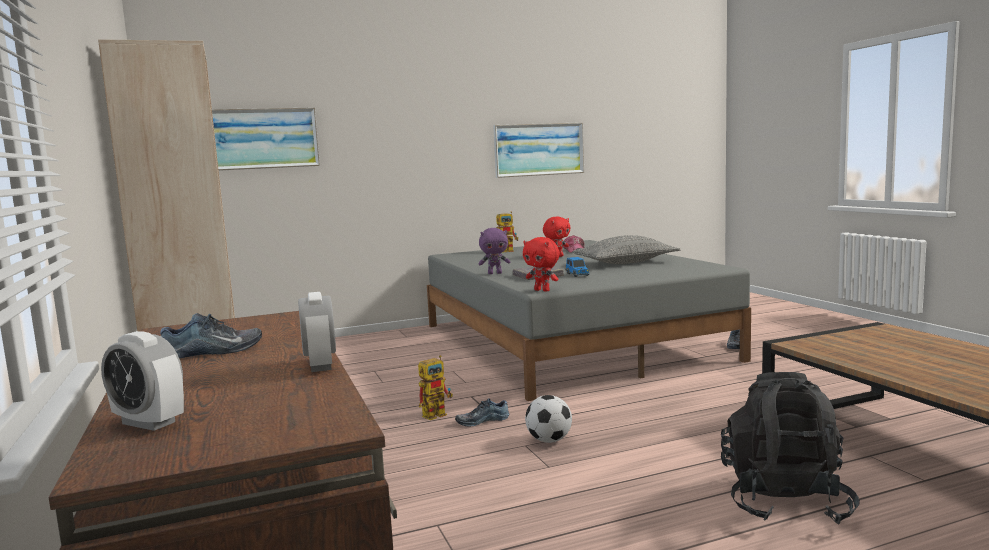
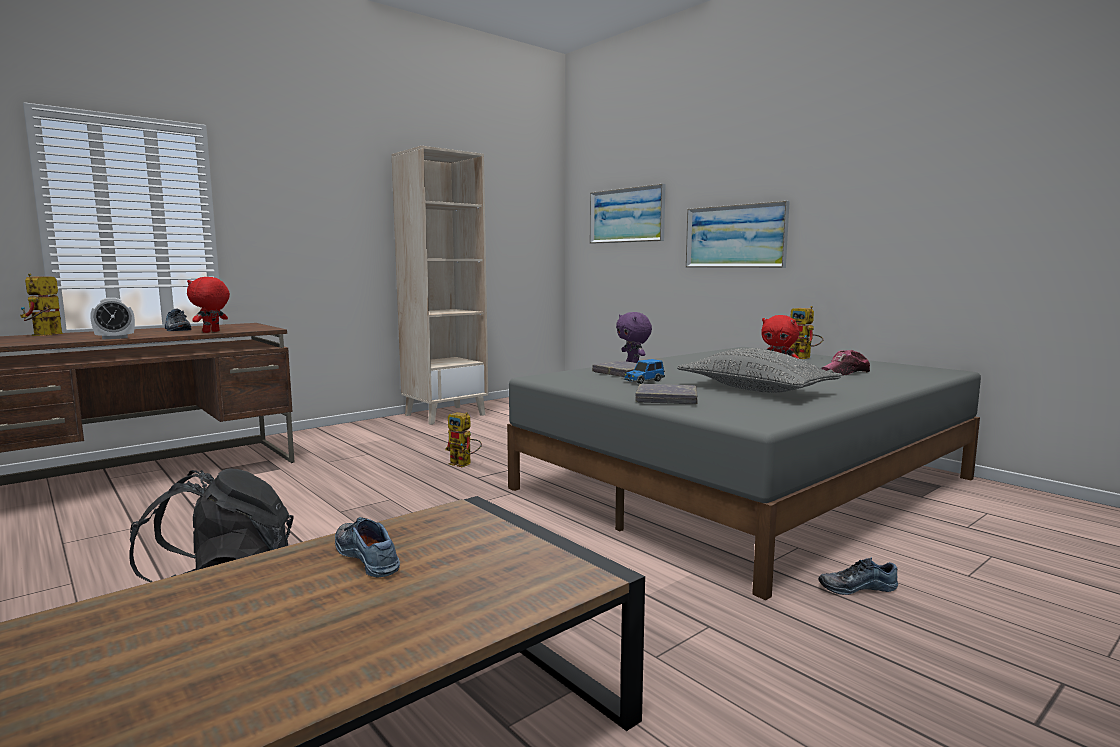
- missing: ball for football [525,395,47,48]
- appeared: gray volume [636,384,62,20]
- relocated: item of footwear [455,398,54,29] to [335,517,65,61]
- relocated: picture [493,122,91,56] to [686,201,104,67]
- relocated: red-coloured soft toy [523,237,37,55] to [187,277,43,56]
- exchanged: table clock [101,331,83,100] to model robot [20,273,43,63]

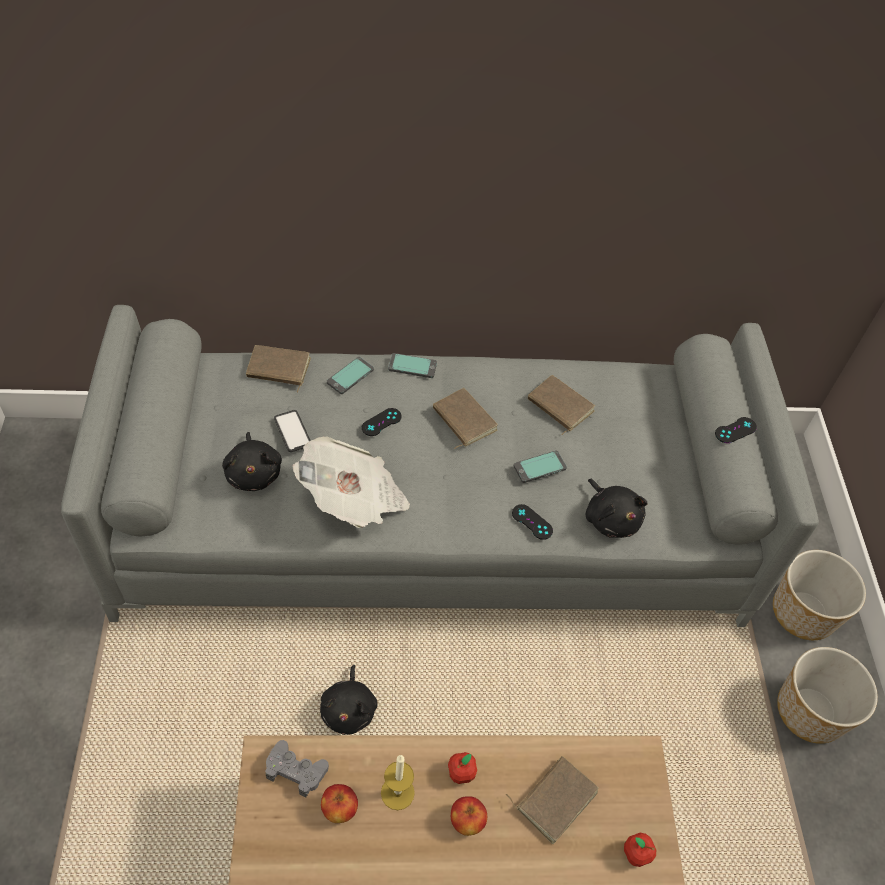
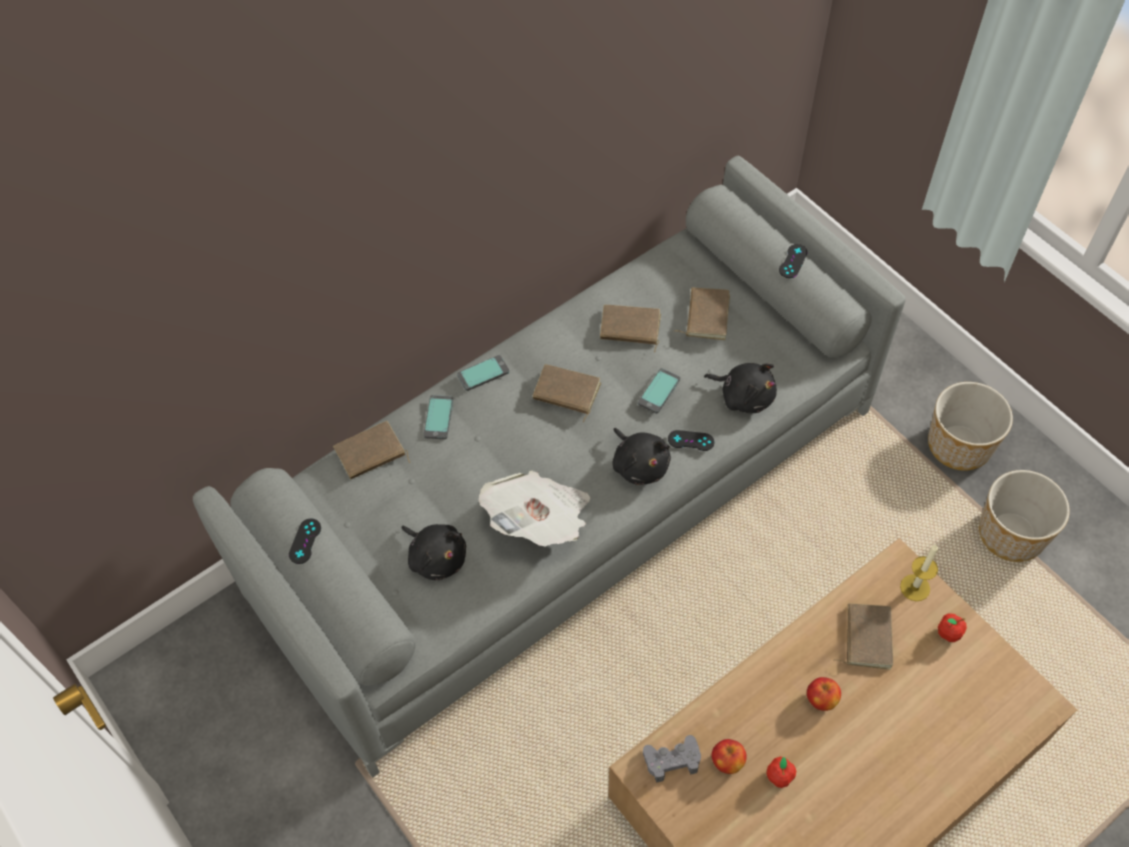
- missing: telephone [274,410,37,42]
- appeared: brownish volume [674,287,56,53]
- relocated: black-coloured soft toy [320,665,57,70] to [612,428,59,57]
- relocated: black-coloured gamepad [362,408,40,28] to [289,518,32,46]
- relocated: candle [381,755,34,55] to [900,544,38,57]
- relocated: apple fruit [448,752,29,32] to [766,757,30,31]
- relocated: planter [773,550,93,90] to [979,470,91,92]

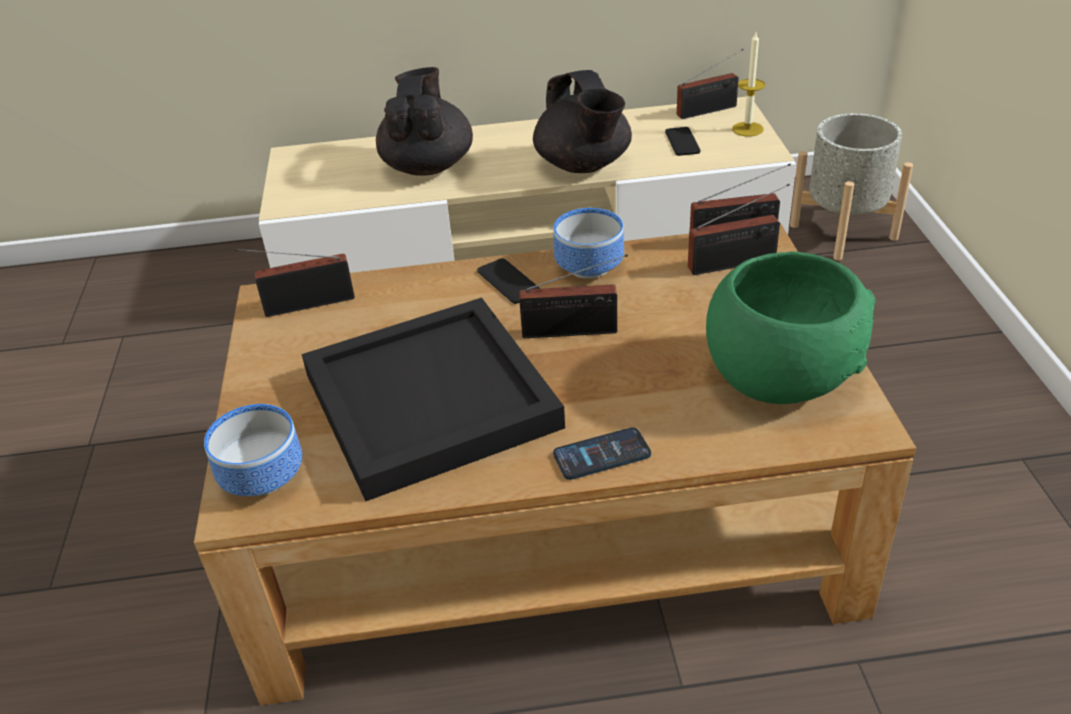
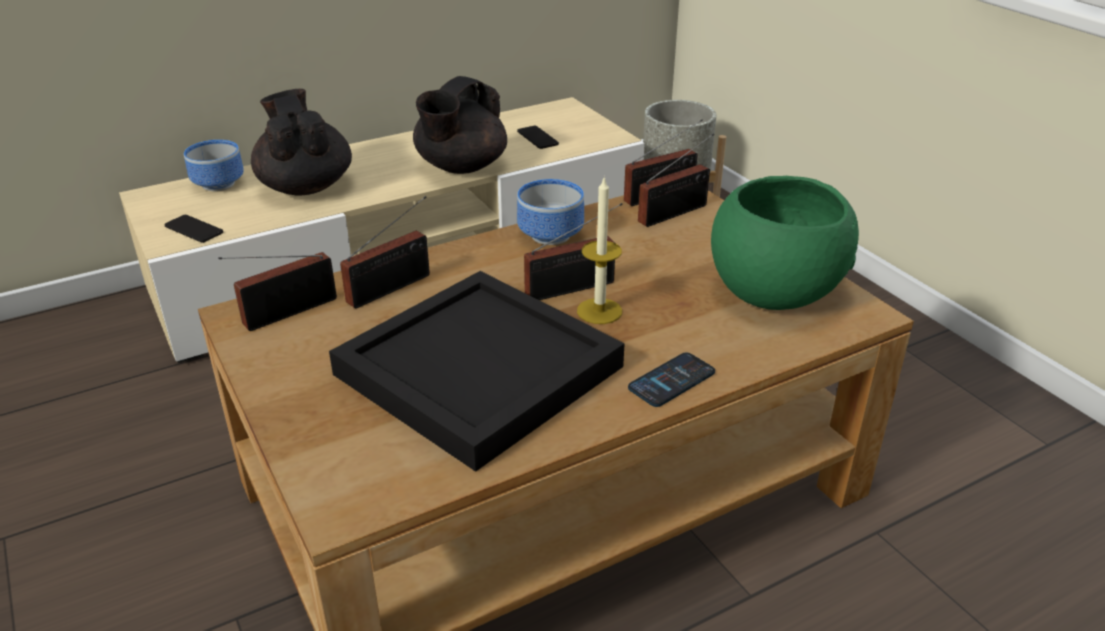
- relocated: deep dish [204,404,98,92] to [184,140,60,51]
- relocated: telephone [477,258,63,46] to [165,215,58,28]
- relocated: radio receiver [677,49,67,70] to [340,196,90,113]
- relocated: candle [732,32,33,105] to [577,176,45,148]
- spun: black-coloured teapot [533,70,99,103] = [413,76,94,98] 75 degrees clockwise

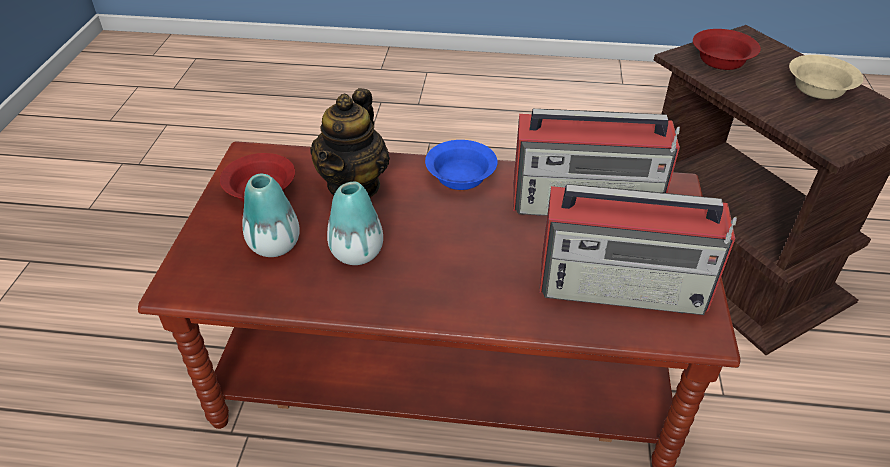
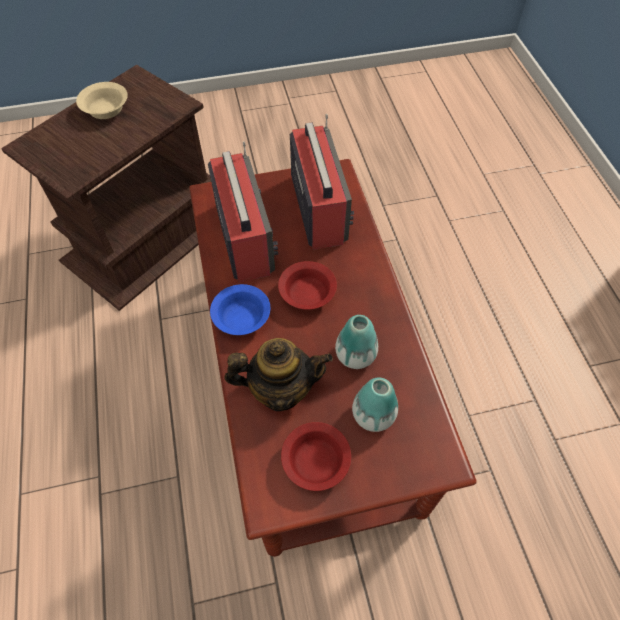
- relocated: red-coloured deep dish [693,29,68,41] to [278,261,59,49]

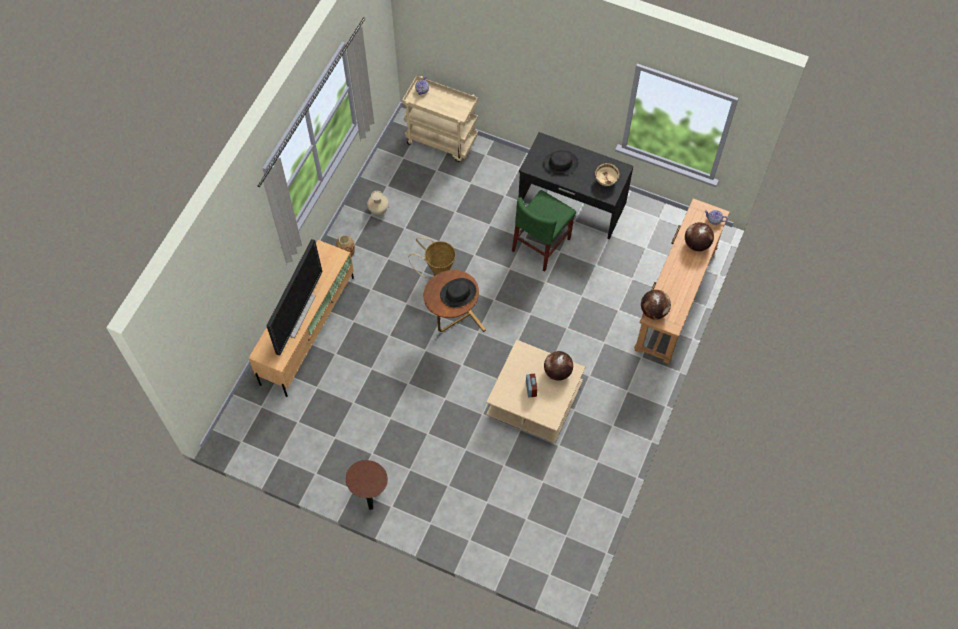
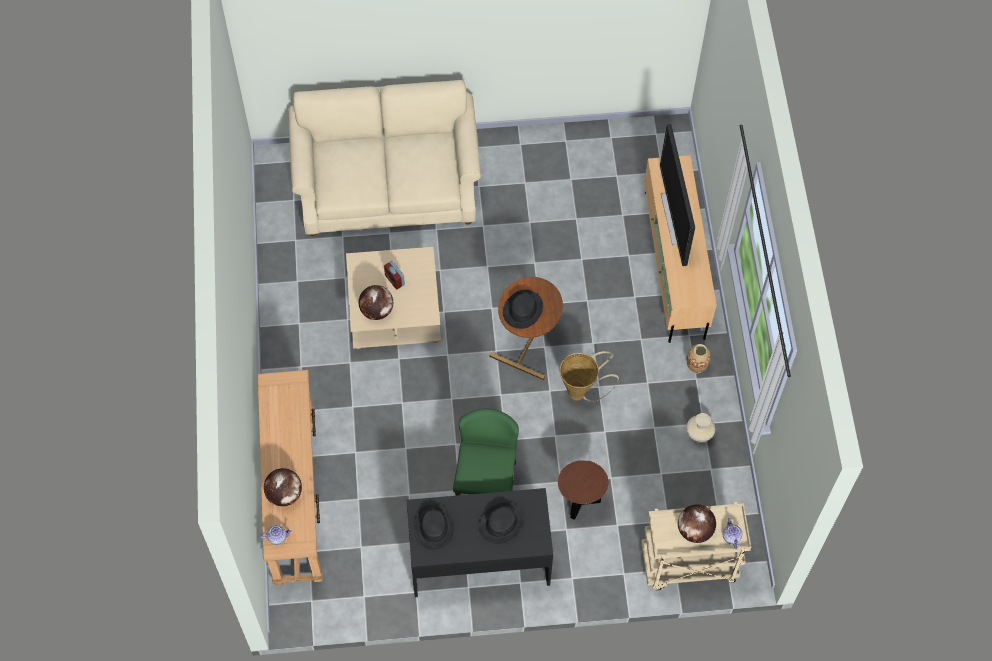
- appeared: beige-coloured settee [288,80,193,156]
- relocated: brownish side table [346,460,42,50] to [558,460,51,60]
- relocated: desk globe [641,290,30,29] to [678,504,38,39]
- exchanged: beige-coloured deep dish [595,163,24,23] to black-coloured wearable hat [414,504,40,46]

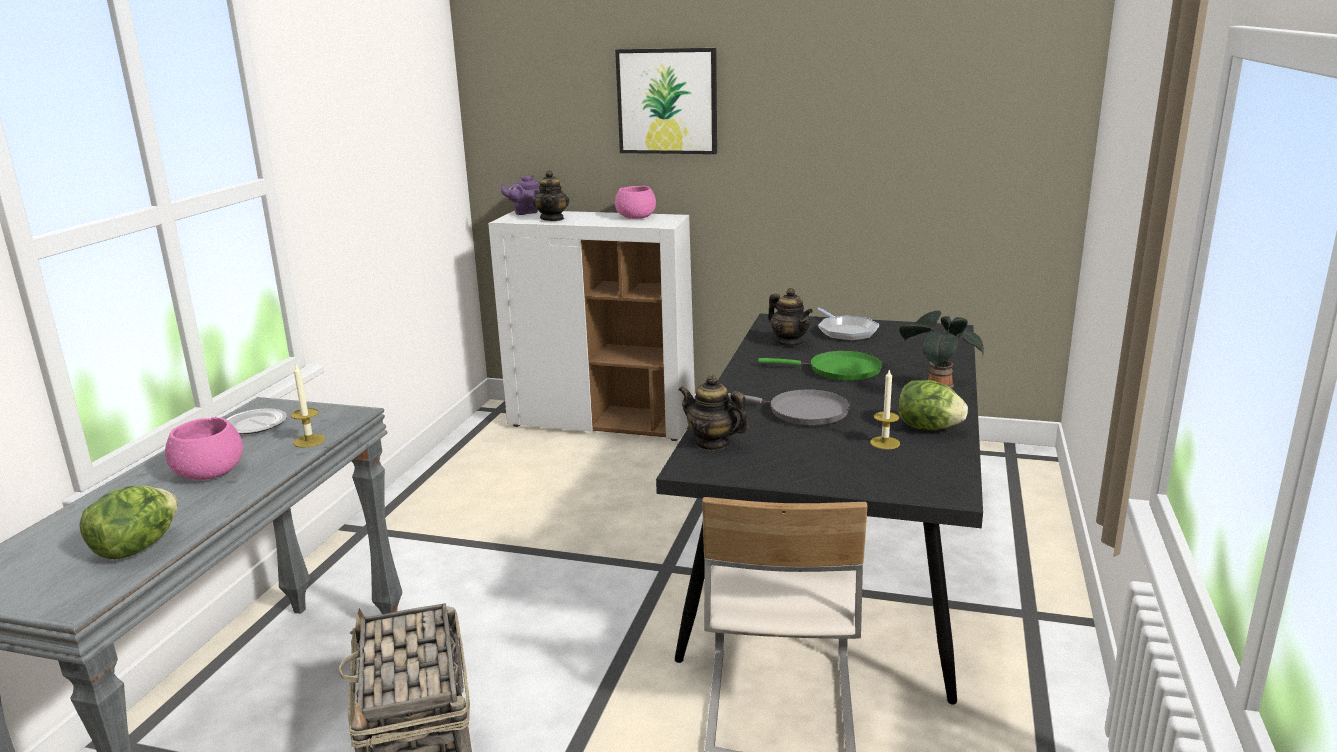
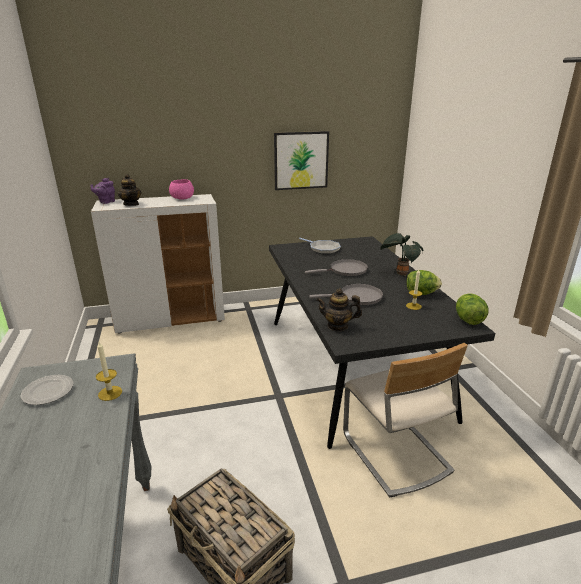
- missing: pinkish deep dish [165,417,78,63]
- missing: teapot [768,288,45,58]
- relocated: lettuce head [79,485,99,74] to [456,293,32,32]
- relocated: picture [615,48,102,106] to [274,131,55,59]
- colour: green-coloured frying pan [758,351,125,30] to gray frying pan [305,259,63,17]

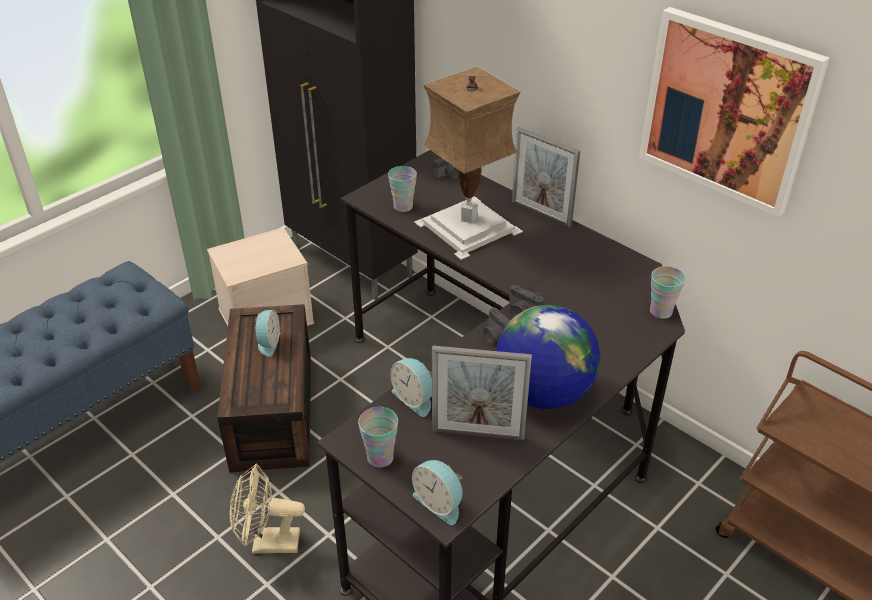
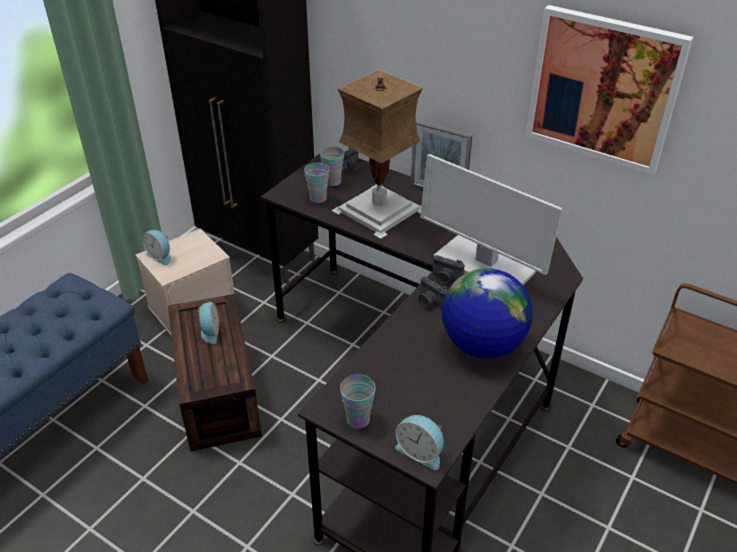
- missing: beige-coloured cooling fan [230,464,75,90]
- missing: photo frame [432,346,100,94]
- appeared: monitor [420,154,143,131]
- relocated: table clock [390,358,42,59] to [142,230,29,35]
- relocated: cup [650,266,35,53] to [320,147,24,39]

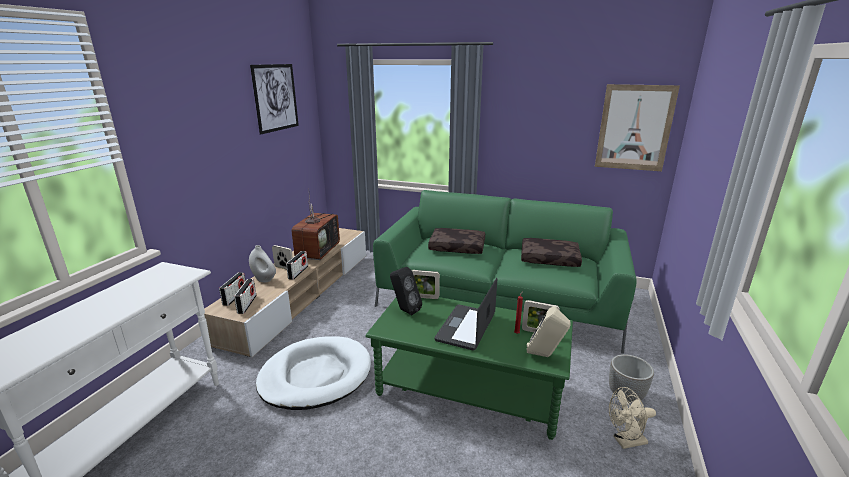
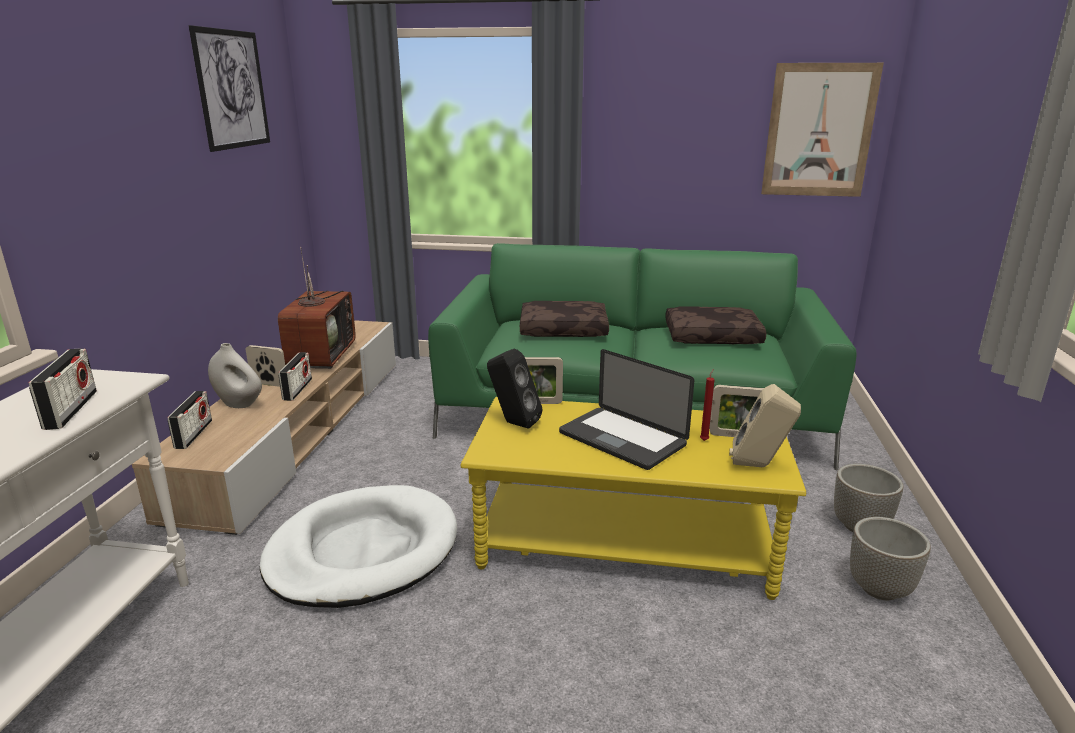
- relocated: radio receiver [234,279,23,35] to [29,348,68,82]
- exchanged: beige-coloured cooling fan [609,387,47,62] to planter [850,517,81,83]
- colour: green-coloured lounge table [365,297,208,143] to yellow-coloured lounge table [461,397,345,203]
- spun: portable computer [434,278,63,73] = [559,349,135,121] 60 degrees counterclockwise

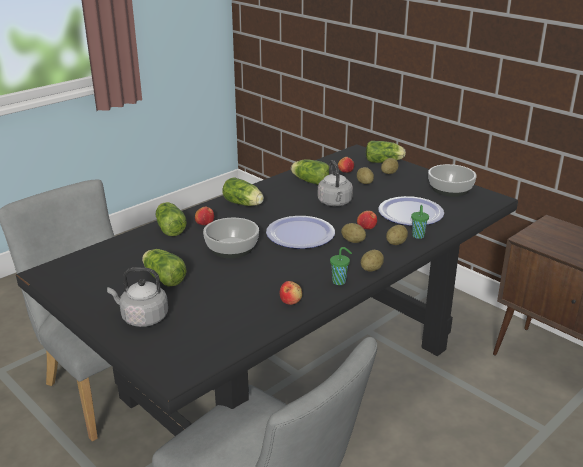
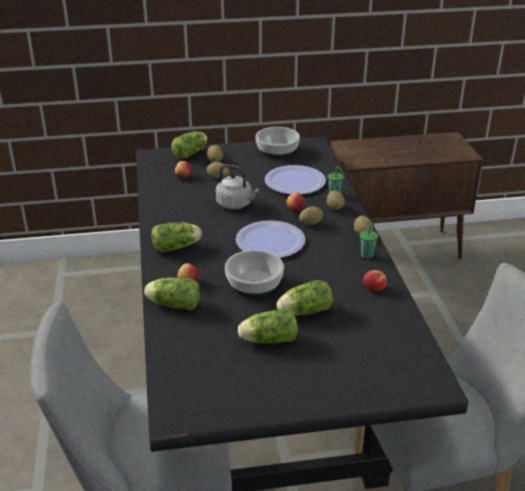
- missing: gray water kettle [107,267,61,60]
- relocated: lettuce head [291,159,38,26] to [277,280,56,35]

